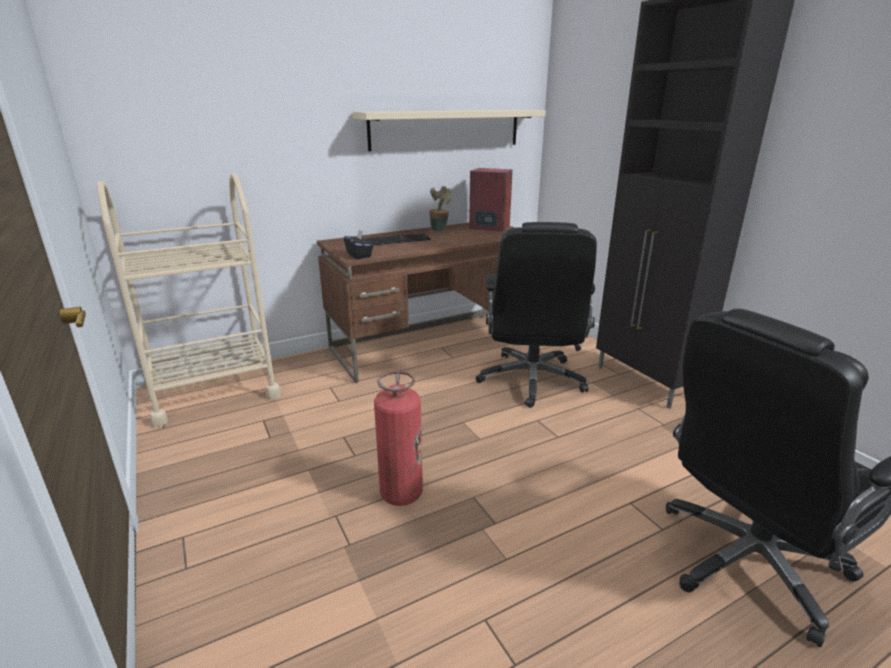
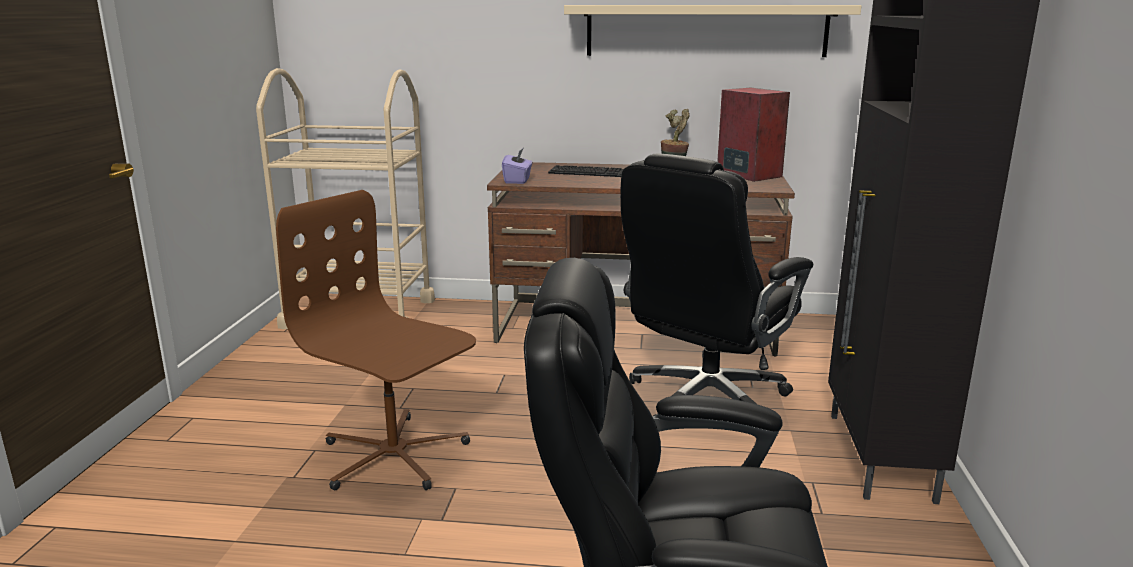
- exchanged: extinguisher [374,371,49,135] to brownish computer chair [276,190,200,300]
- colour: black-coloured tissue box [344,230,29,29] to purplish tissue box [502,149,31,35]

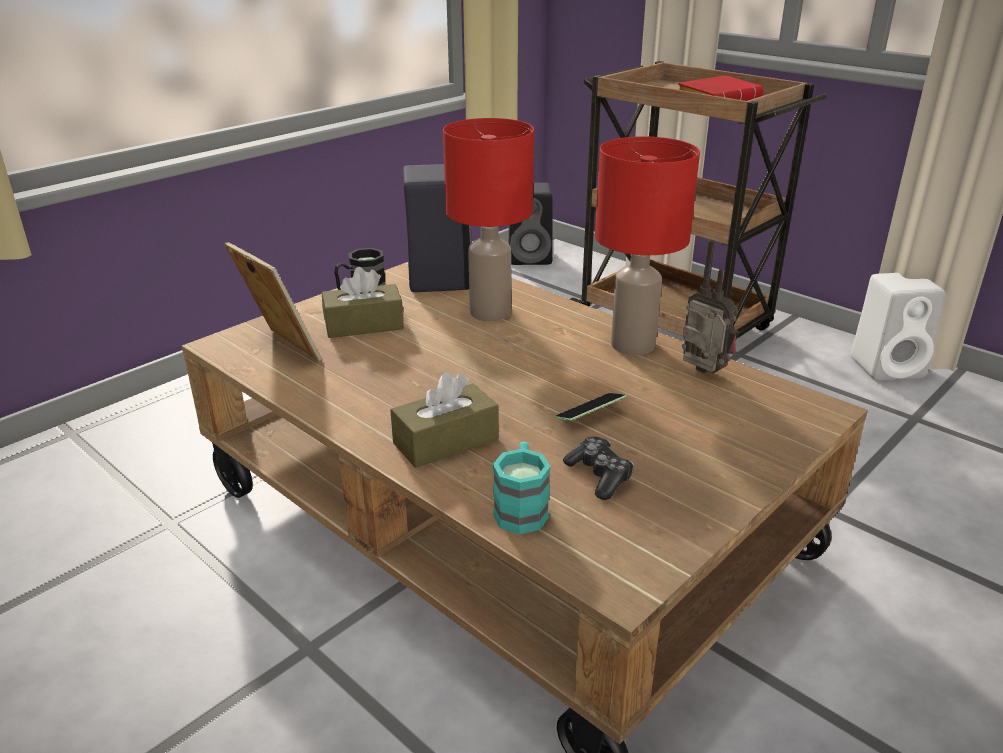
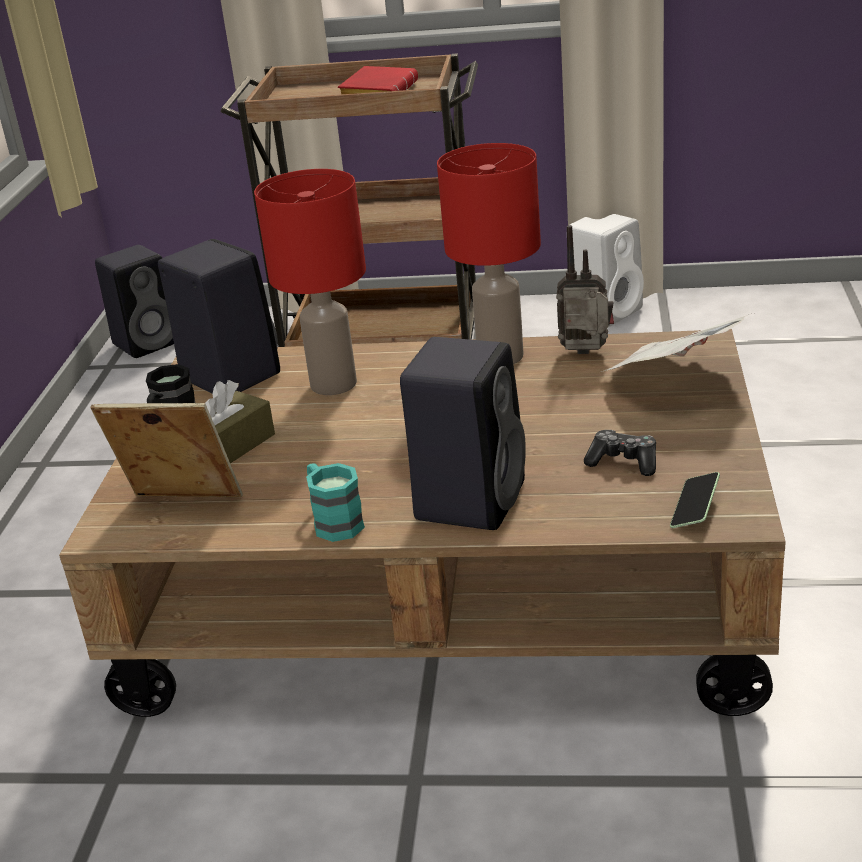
- appeared: printed paper [601,314,149,58]
- relocated: turquoise-coloured tea mug [493,442,58,92] to [306,463,59,79]
- relocated: telephone [555,393,71,28] to [670,472,50,56]
- exchanged: brownish tissue box [390,373,109,95] to black-coloured audio speaker [400,337,126,193]

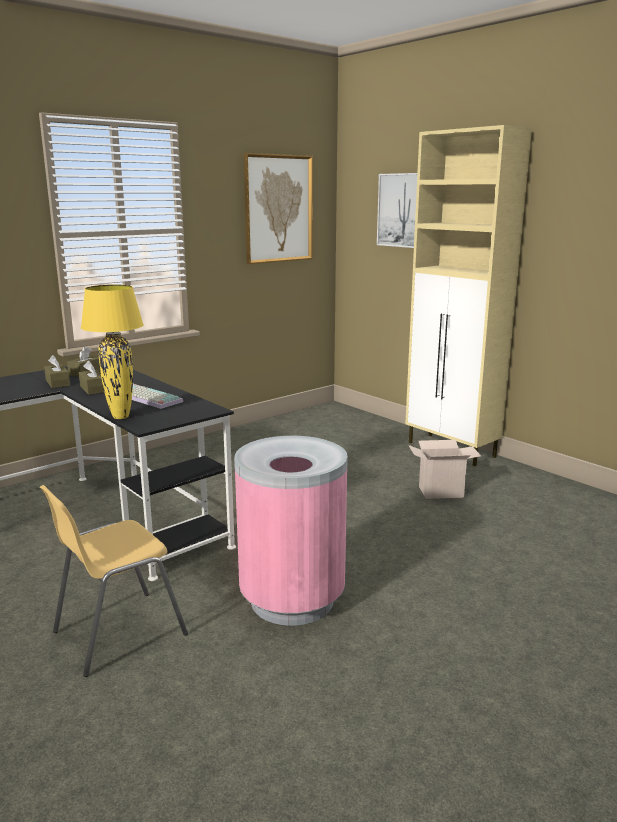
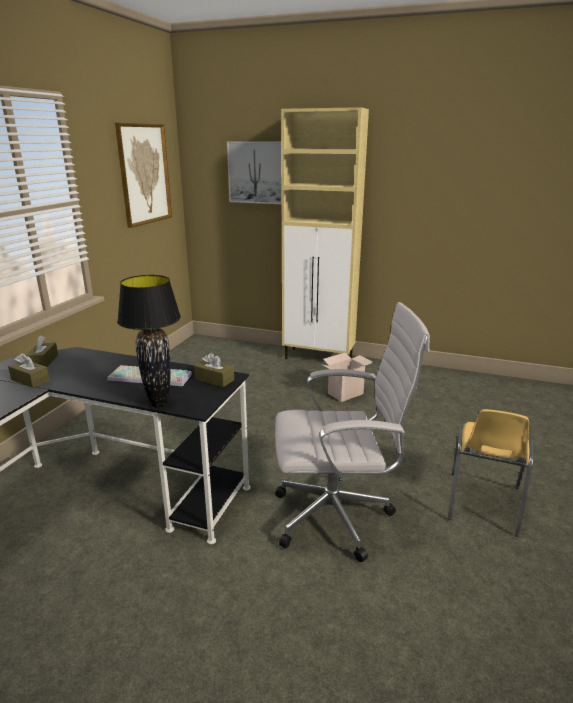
- relocated: yellow-coloured plain chair [40,485,148,192] to [448,409,86,128]
- relocated: brownish tissue box [79,361,25,34] to [194,353,40,34]
- exchanged: pinkish trash can [234,436,114,190] to white computer chair [275,302,155,260]
- colour: yellow-coloured table lamp [81,285,63,134] to black-coloured table lamp [117,275,64,133]

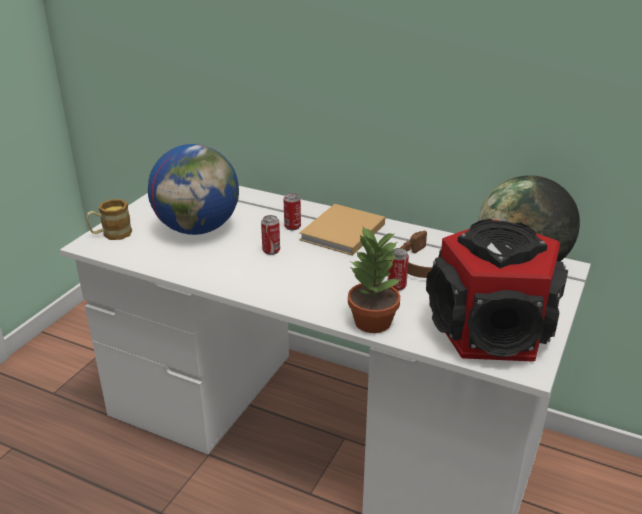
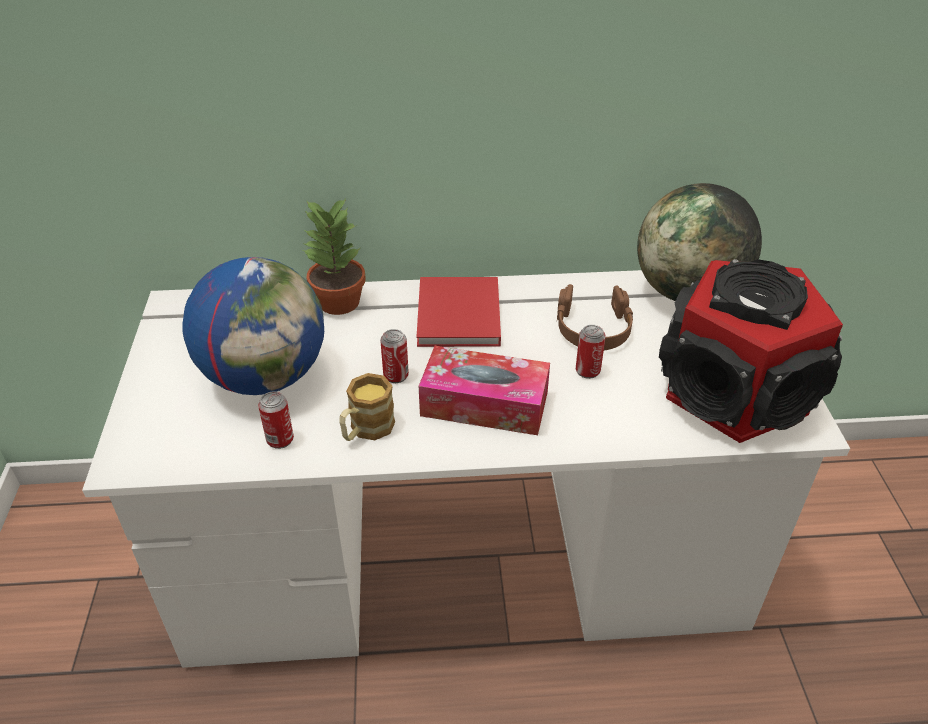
- appeared: tissue box [419,346,131,89]
- relocated: tea mug [86,199,46,41] to [339,373,56,68]
- relocated: sealed can [284,193,17,37] to [258,391,36,58]
- relocated: potted plant [348,225,53,108] to [302,199,63,116]
- colour: beige-coloured volume [299,204,86,52] to red-coloured volume [416,277,85,70]

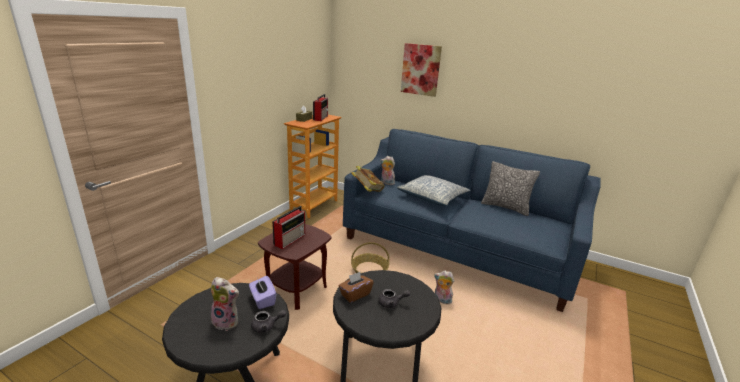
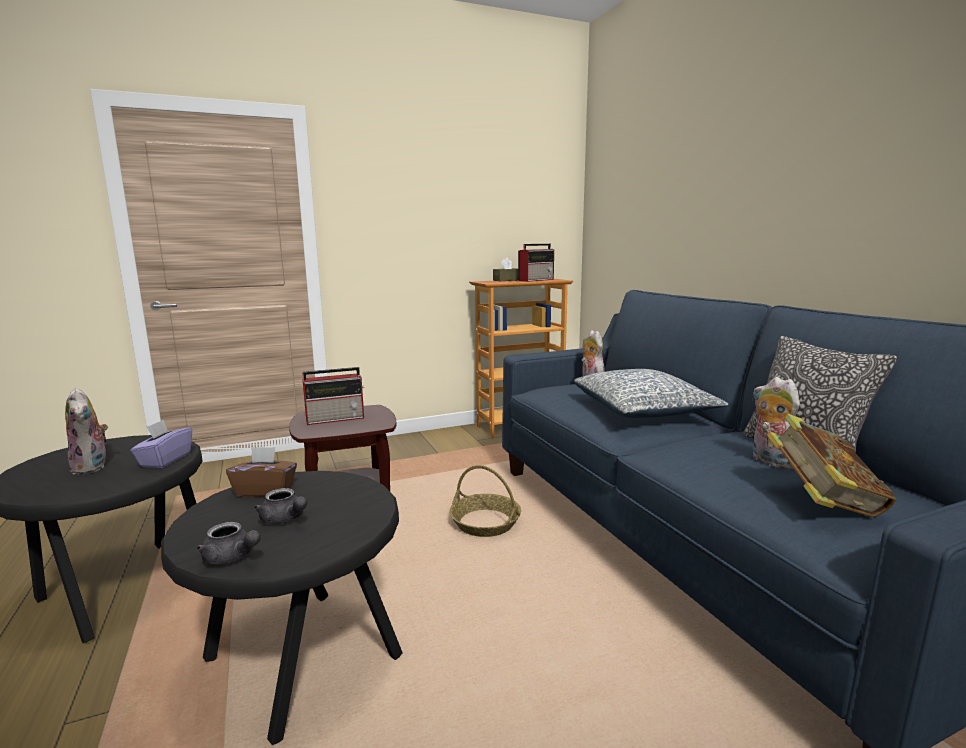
- missing: picture [401,43,41,54]
- relocated: gray teapot [251,310,35,23] to [196,522,65,43]
- relocated: volume [352,166,33,26] to [767,414,129,103]
- relocated: soft toy [434,270,20,34] to [753,377,47,92]

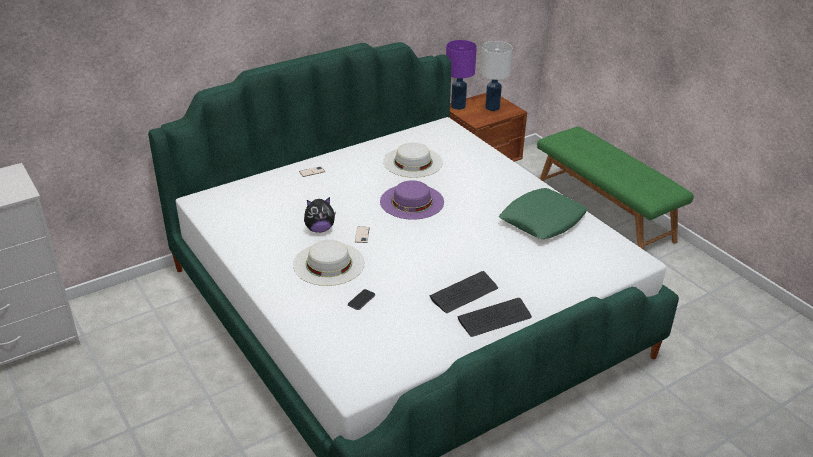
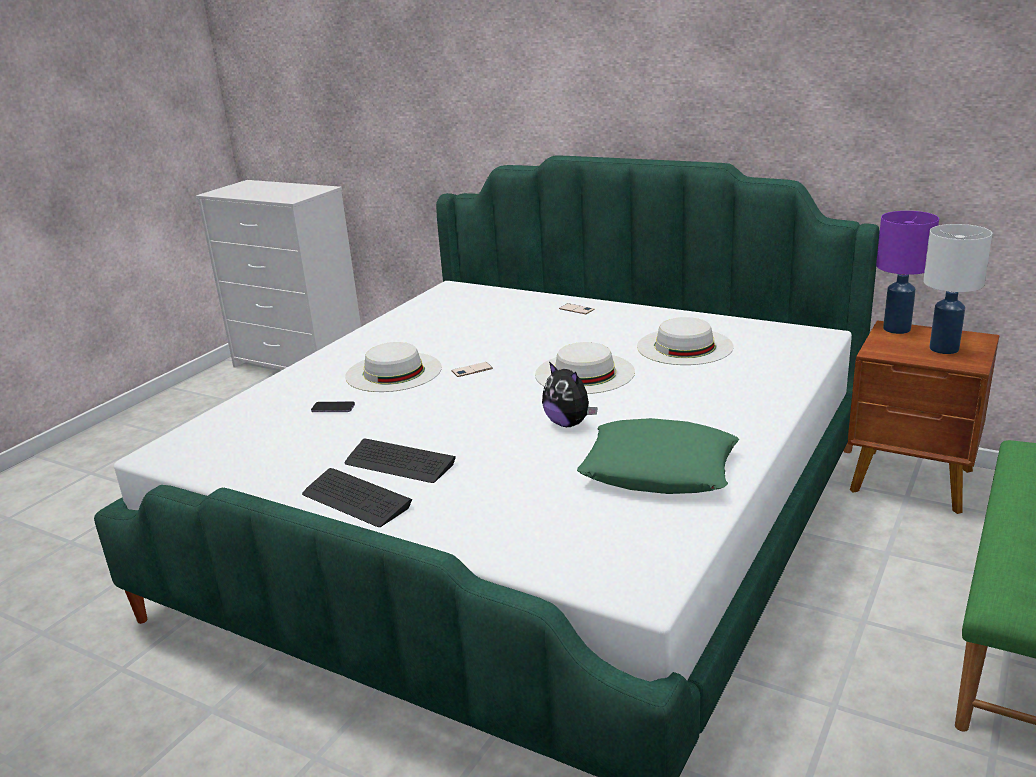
- relocated: soft toy [304,197,32,36] to [542,362,56,65]
- colour: purplish wearable hat [380,180,64,40] to white wearable hat [535,342,100,52]

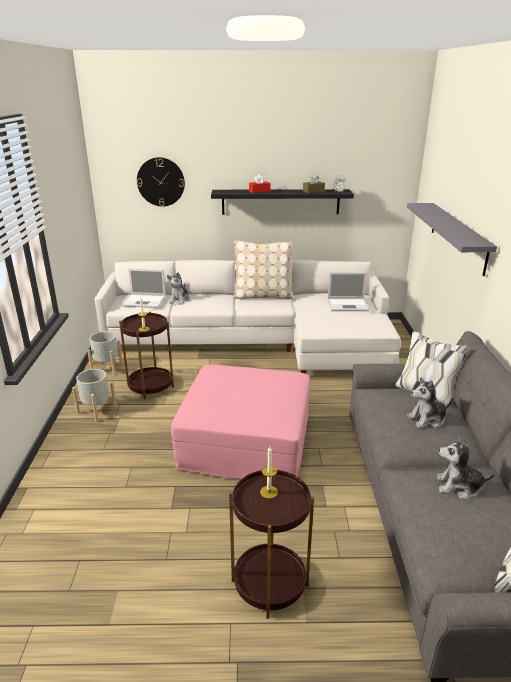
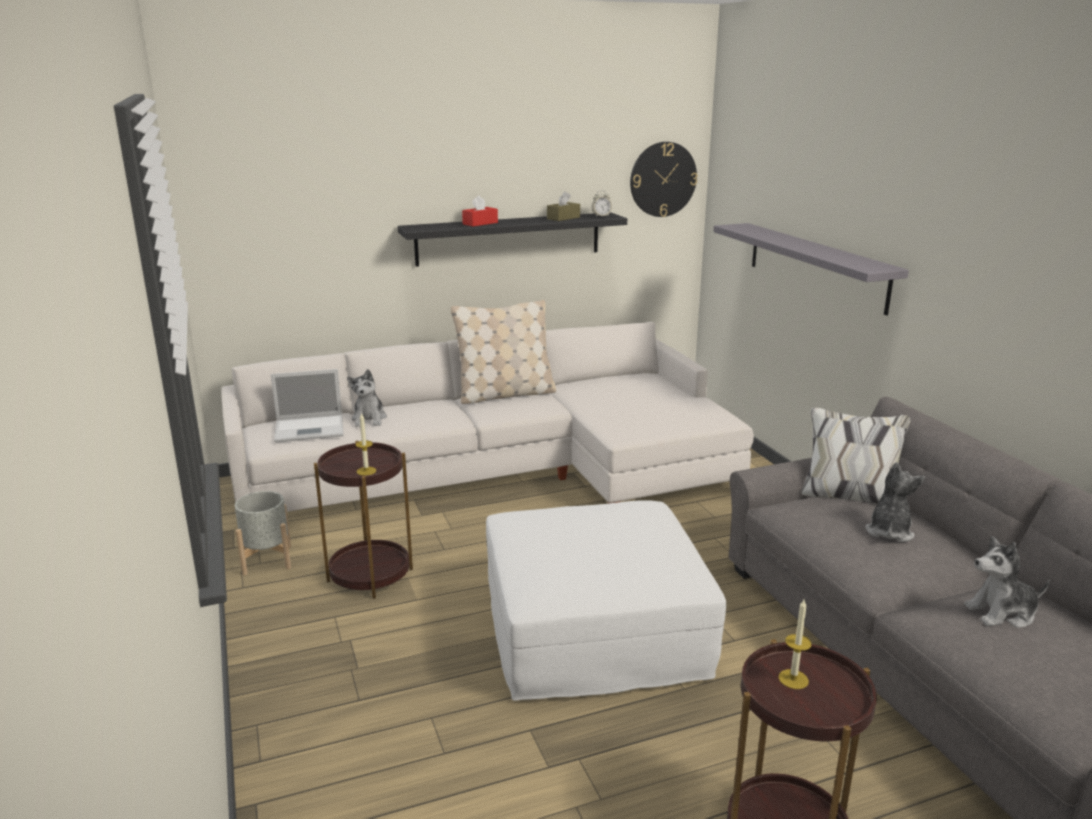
- missing: gray planter [72,369,45,53]
- missing: portable computer [328,272,41,39]
- relocated: clock on the wall [137,157,48,50] to [630,142,68,75]
- colour: pinkish pouffe [171,365,139,114] to white pouffe [486,500,240,201]
- spun: soft toy [407,377,45,51] = [866,462,59,80] 150 degrees clockwise

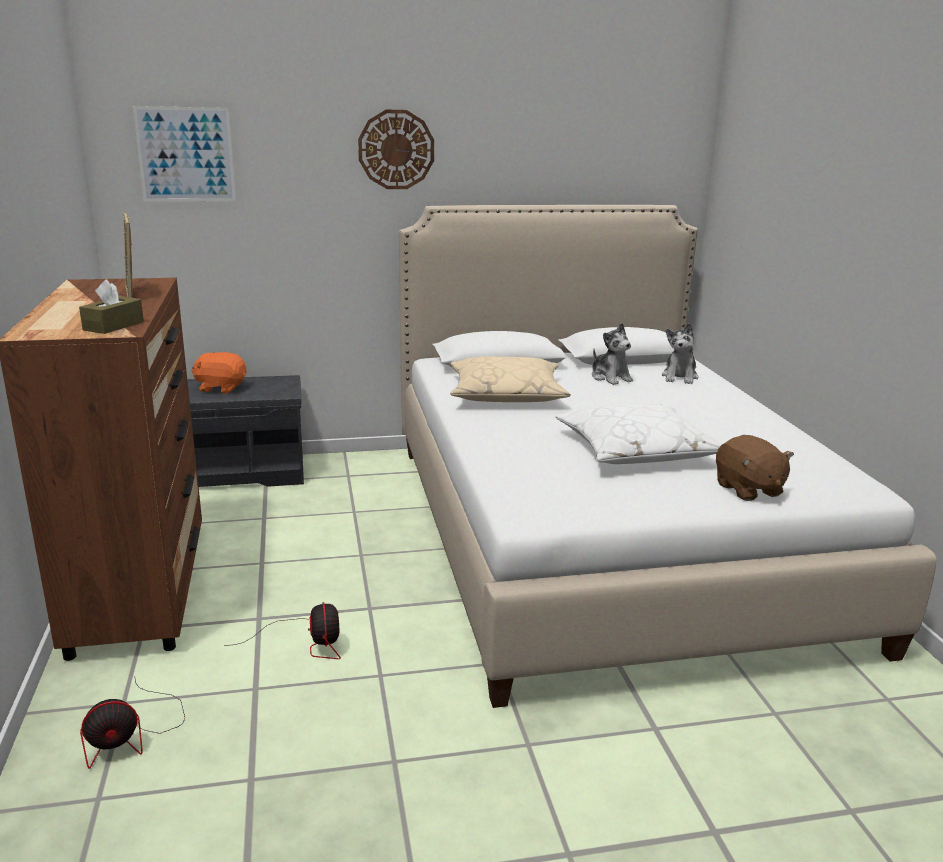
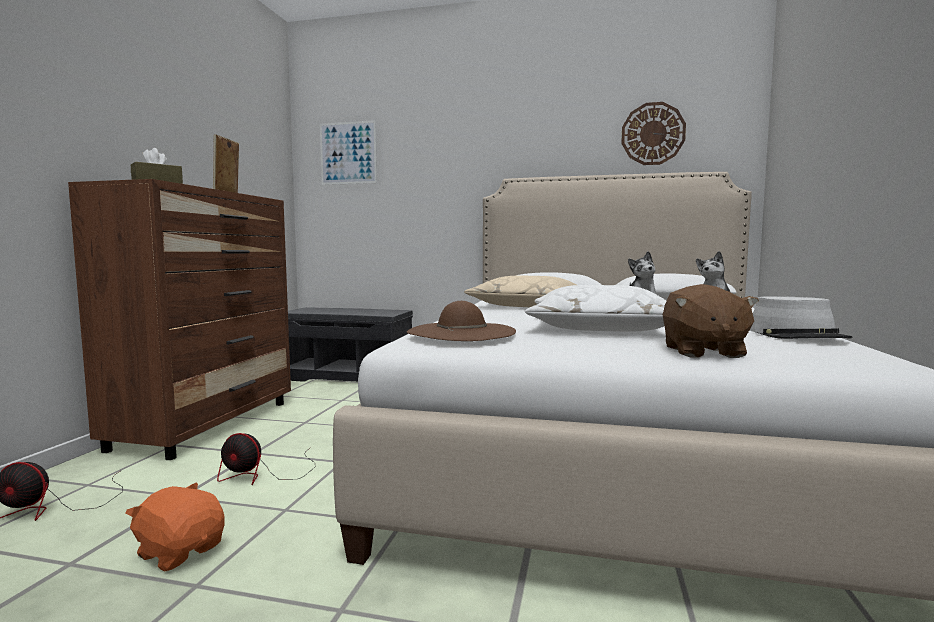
- appeared: brownish wearable hat [407,301,109,40]
- appeared: gray wearable hat [750,296,103,43]
- relocated: orange-coloured soft toy [191,352,56,42] to [125,482,100,90]
- relocated: clock on the wall [358,110,76,79] to [621,102,65,63]
- spun: cooling fan [225,602,116,57] = [217,433,98,52] 90 degrees clockwise

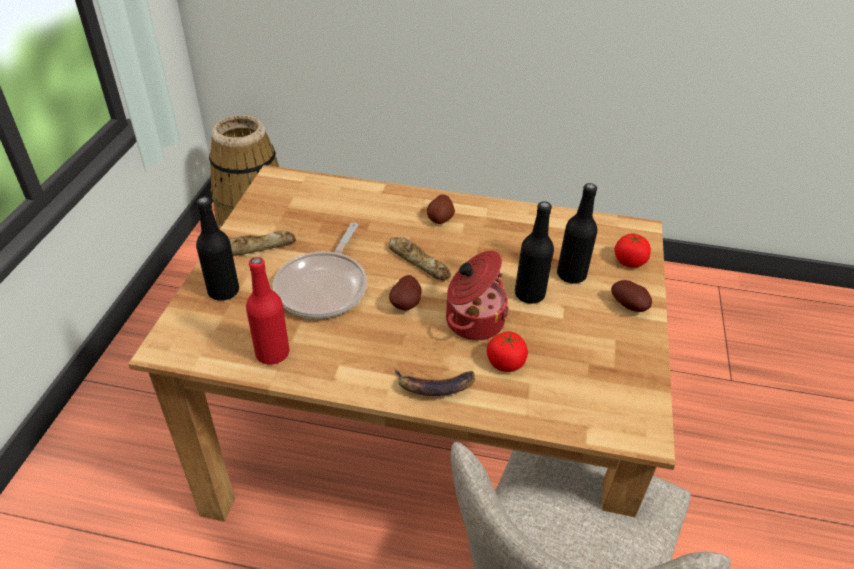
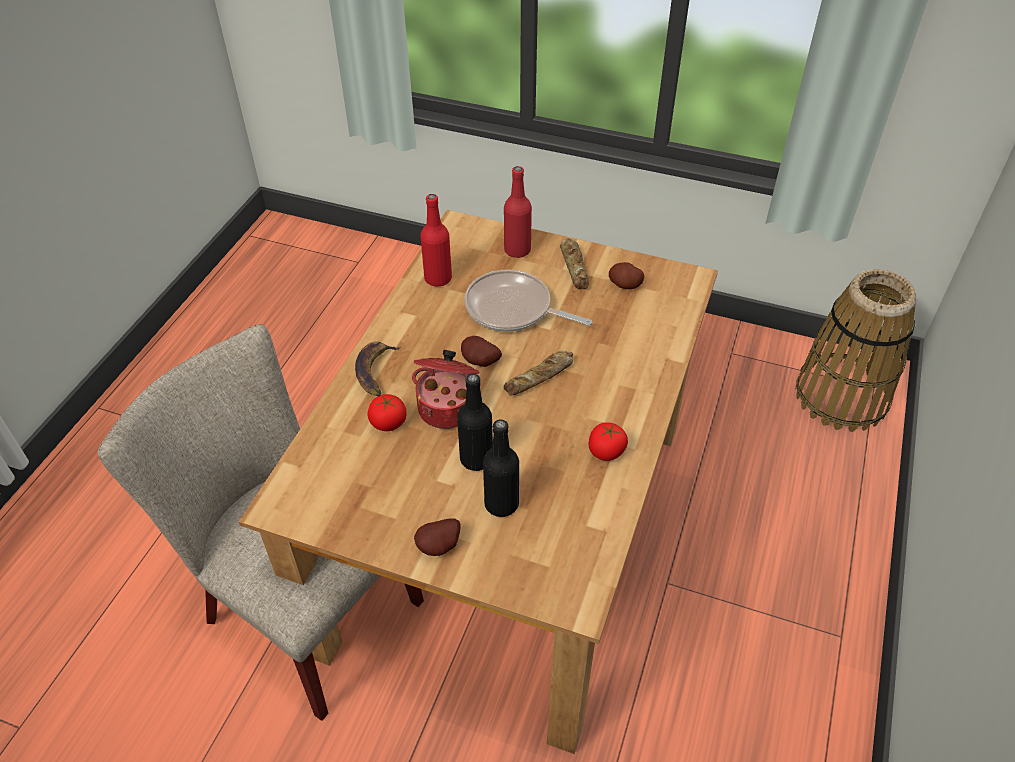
- relocated: whole potato [427,195,28,29] to [609,262,35,27]
- relocated: fresh tomato [614,233,37,34] to [588,422,40,39]
- colour: black-coloured bottle [196,197,43,104] to red-coloured bottle [504,166,28,92]

